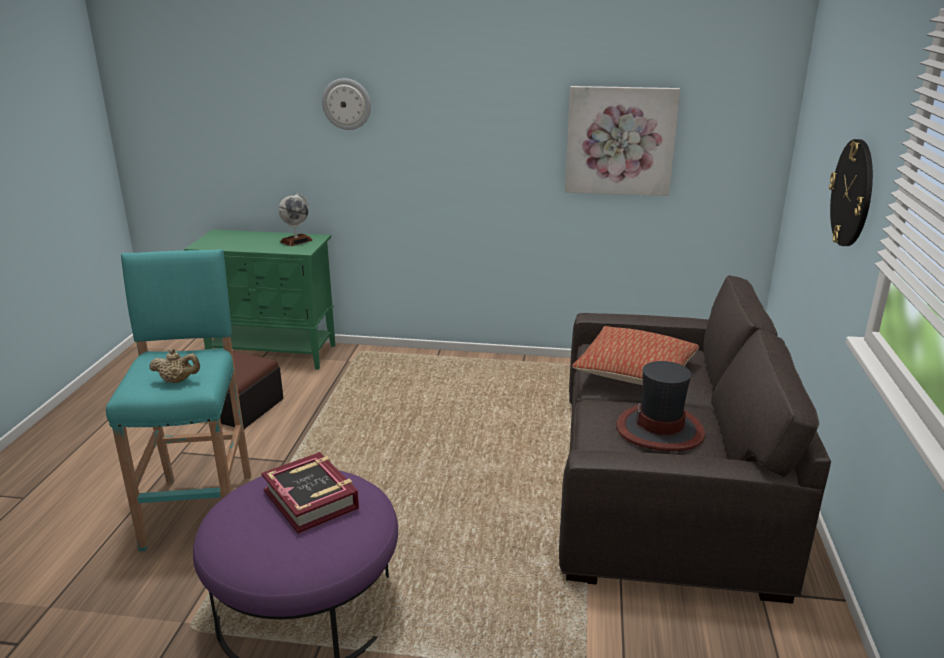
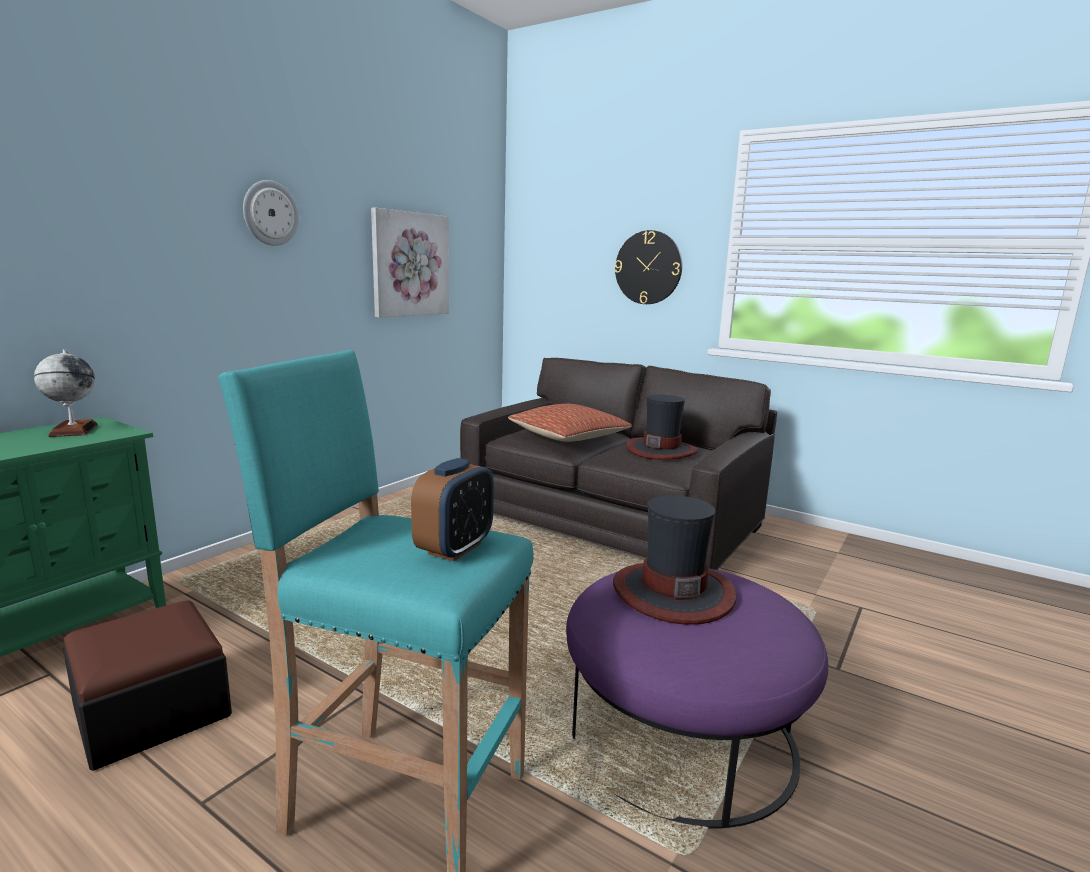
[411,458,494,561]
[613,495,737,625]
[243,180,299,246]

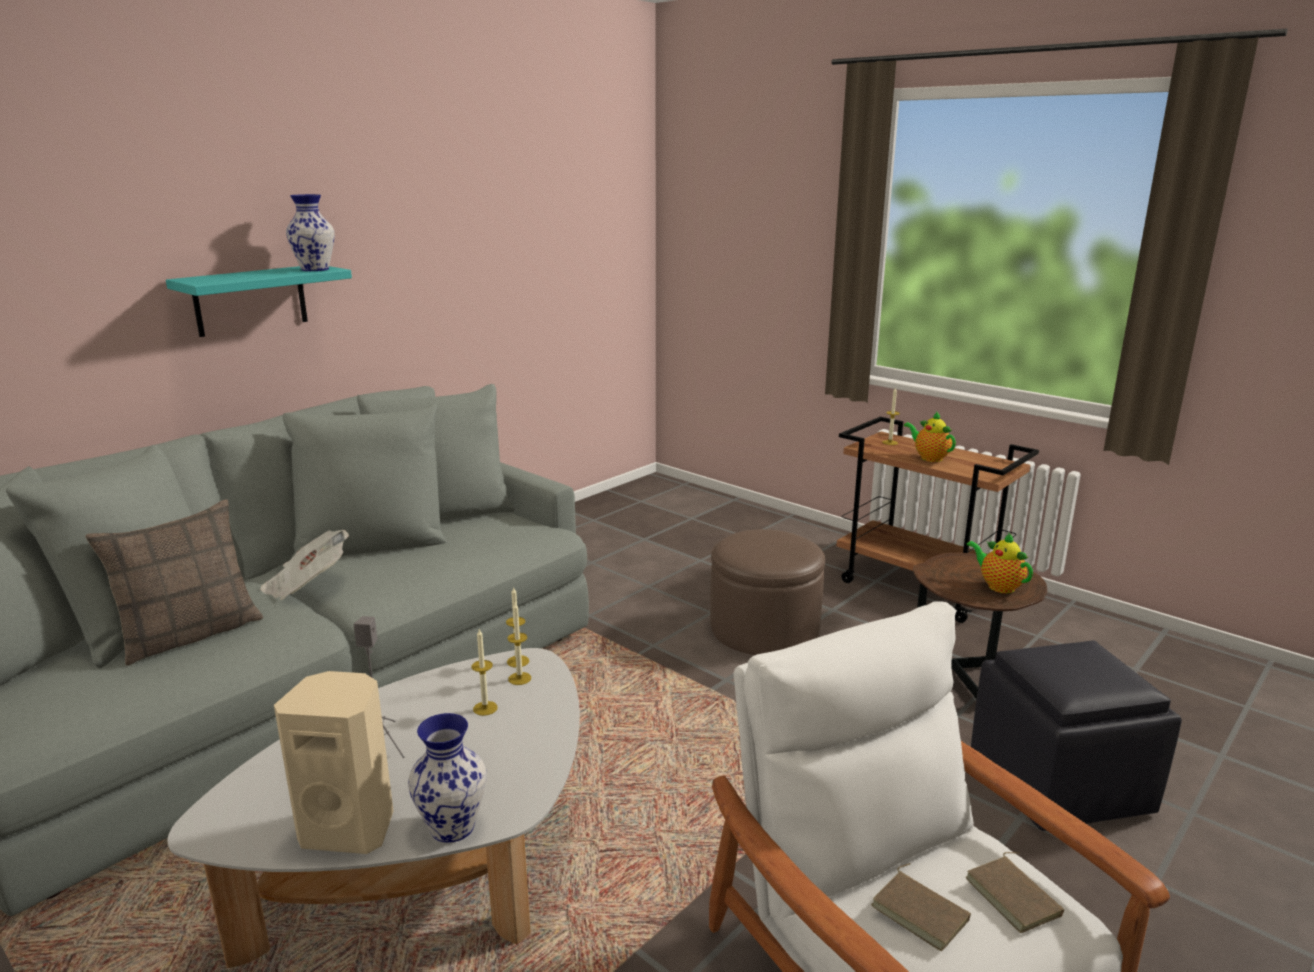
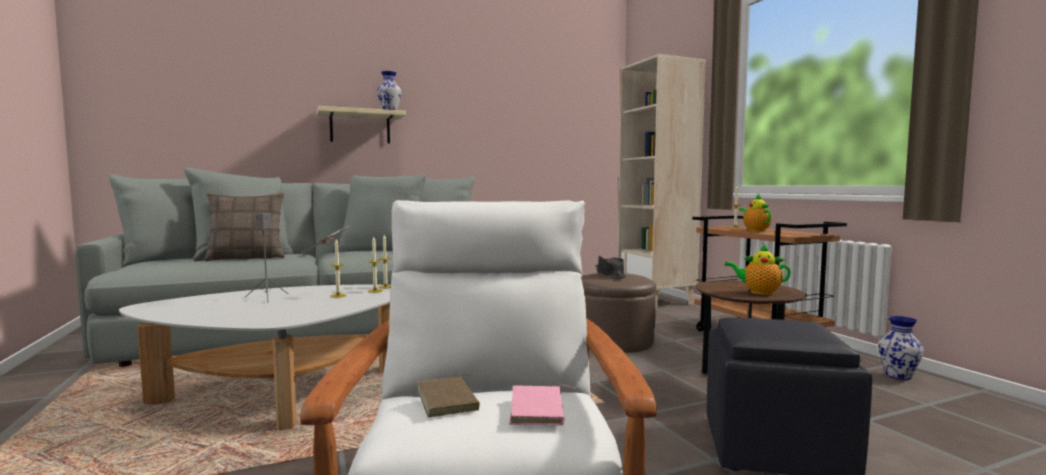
[317,106,406,143]
[274,671,394,854] (first image)
[878,316,924,380]
[509,385,576,426]
[725,244,791,295]
[596,256,626,279]
[618,54,706,308]

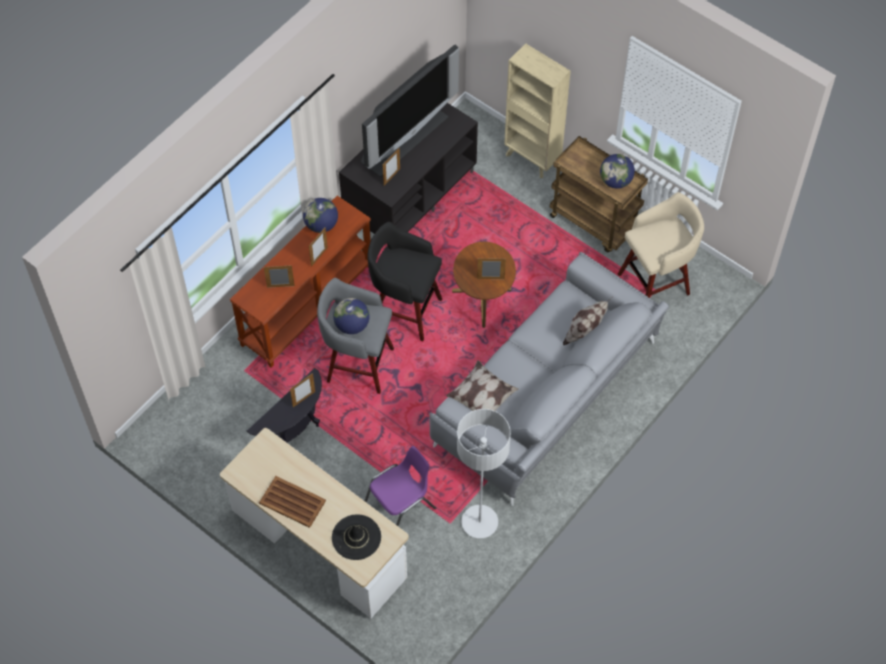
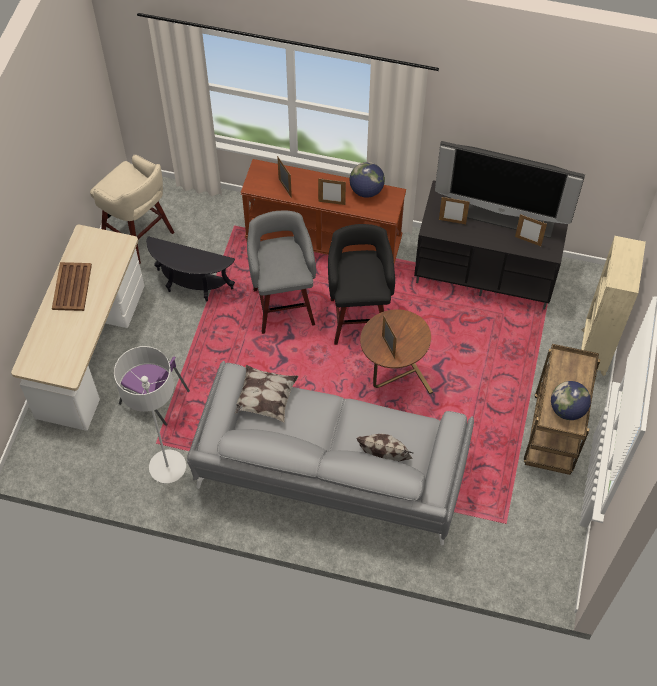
[515,214,547,246]
[332,514,381,560] (first image)
[333,298,370,334] (first image)
[90,155,174,264]

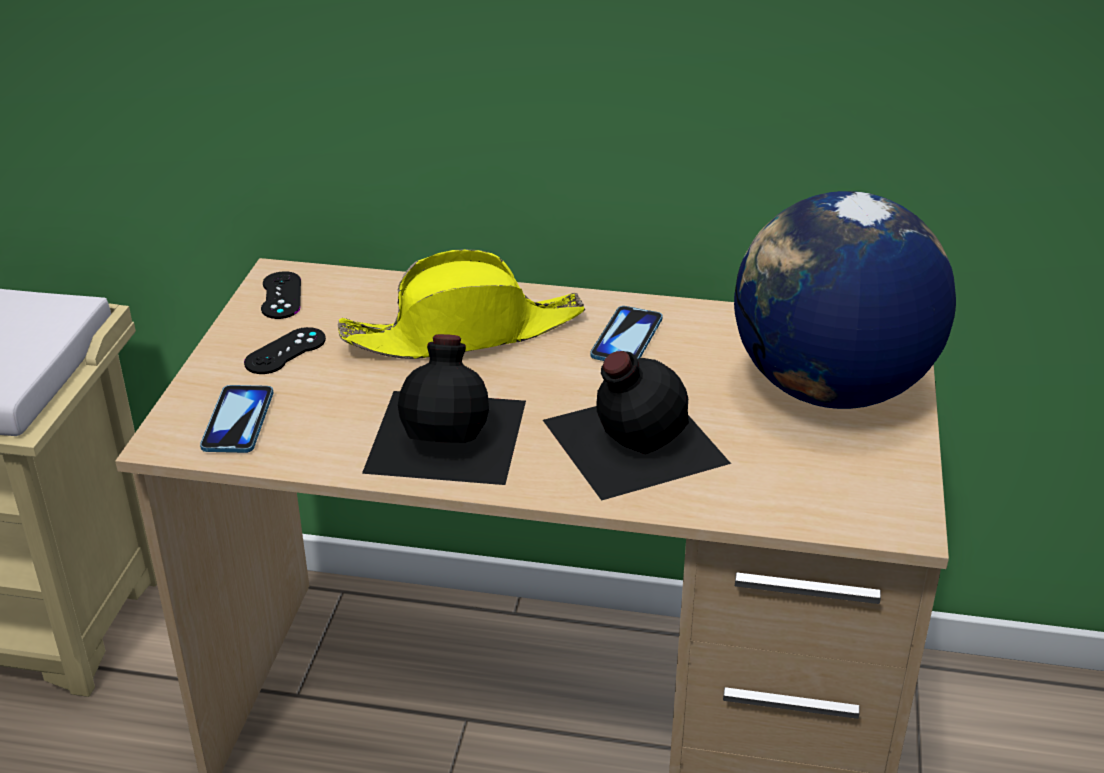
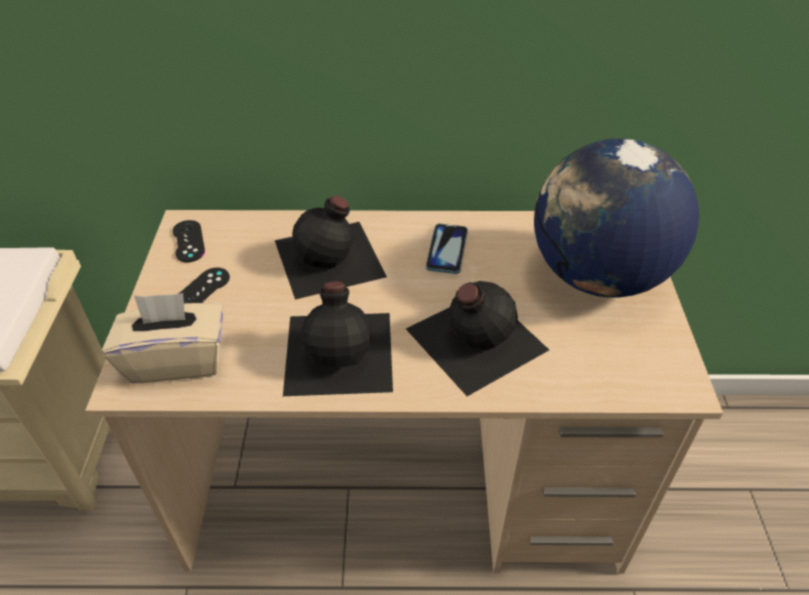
[102,293,224,383]
[275,196,387,300]

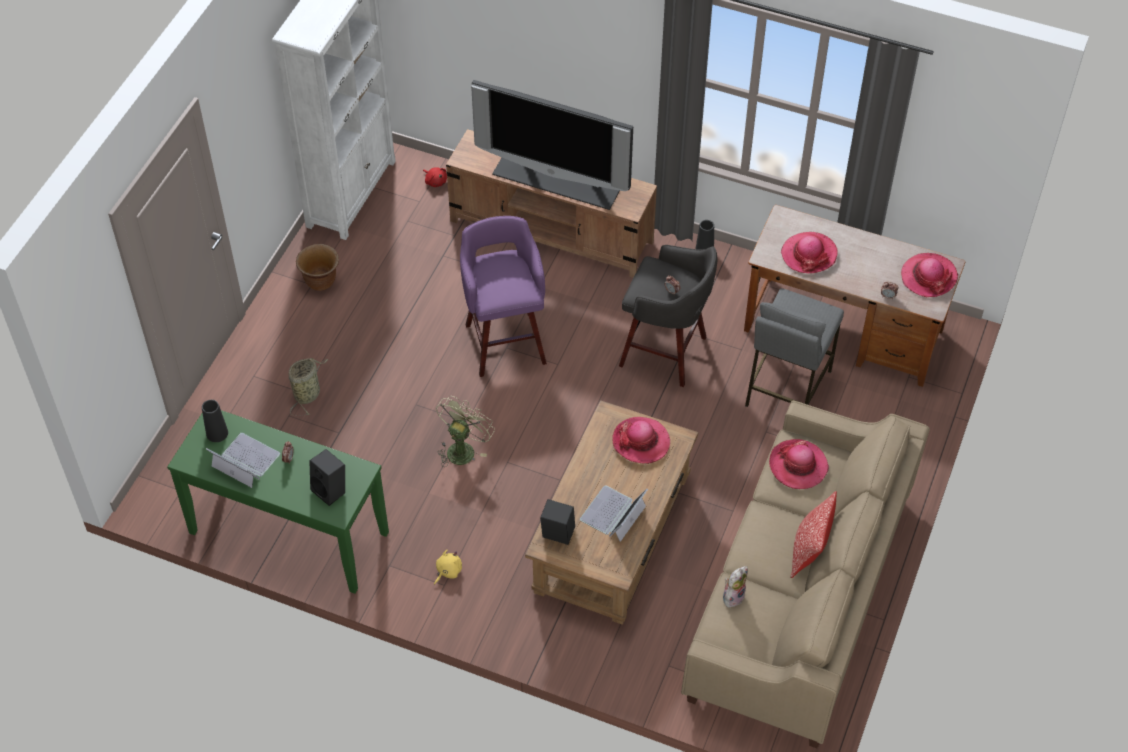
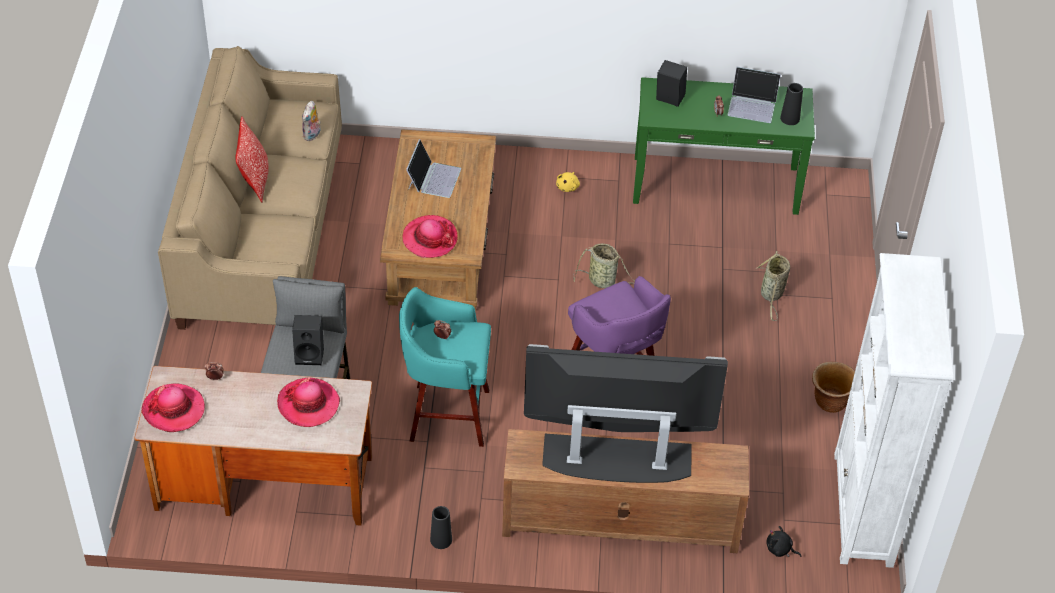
[766,526,801,557]
[573,243,635,288]
[292,315,324,365]
[399,287,491,447]
[769,439,829,489] (first image)

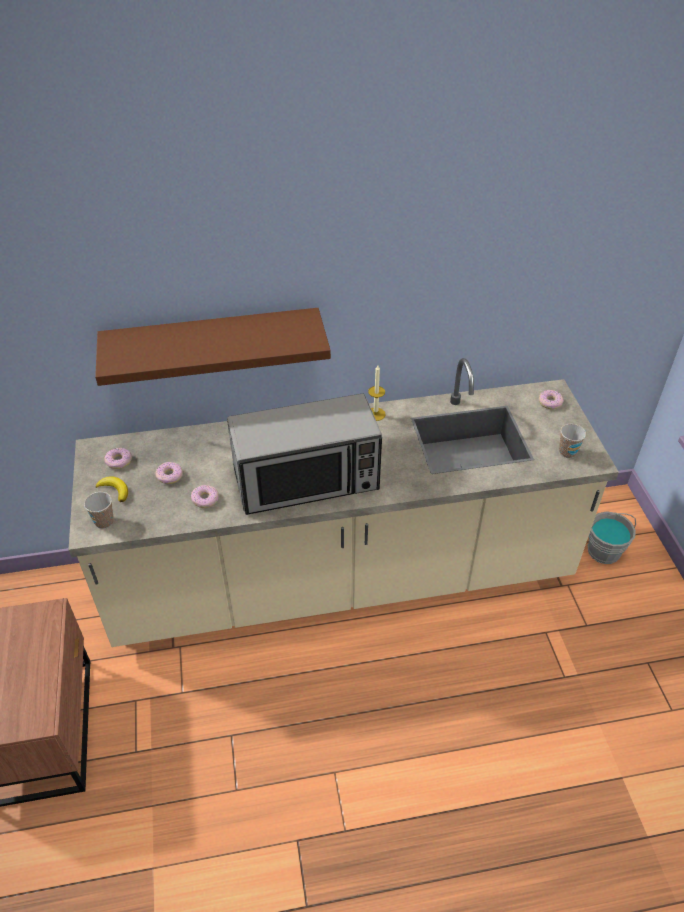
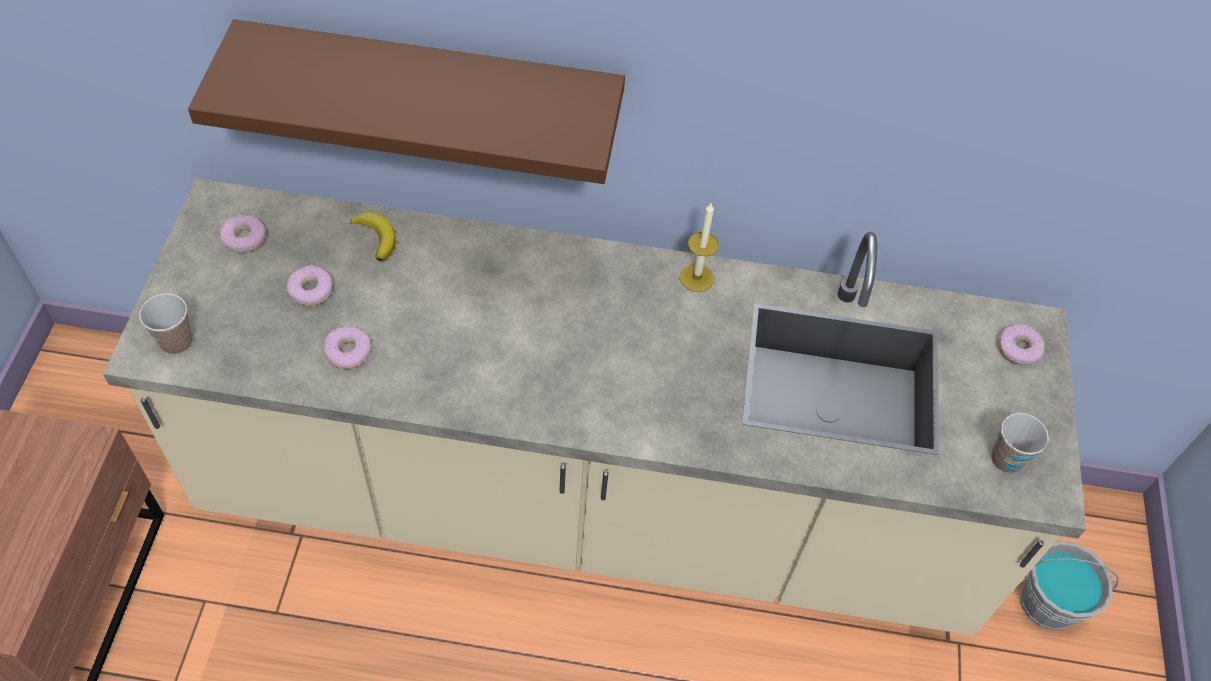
[350,211,396,261]
[227,393,382,515] (first image)

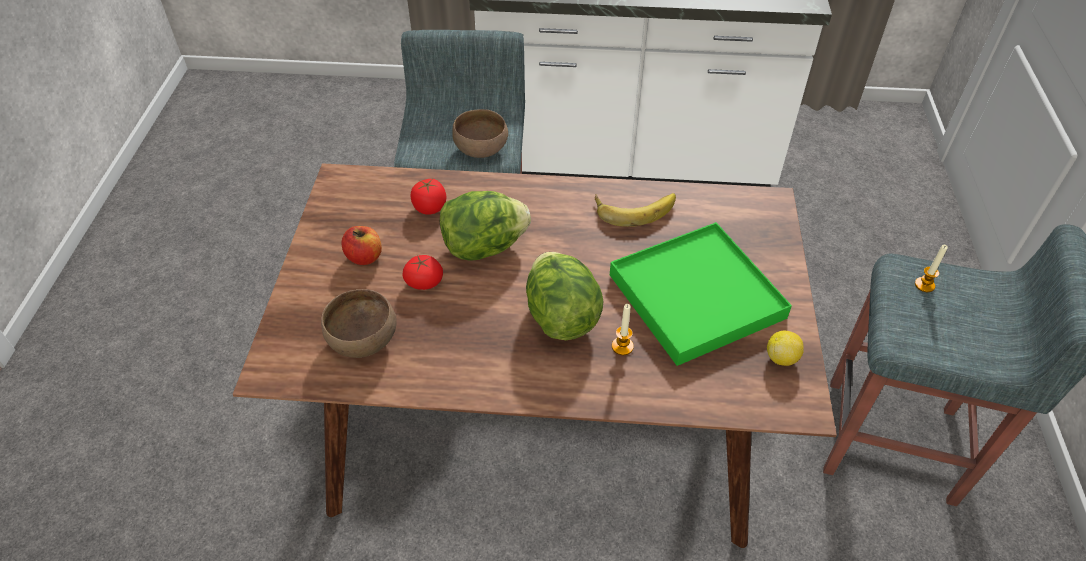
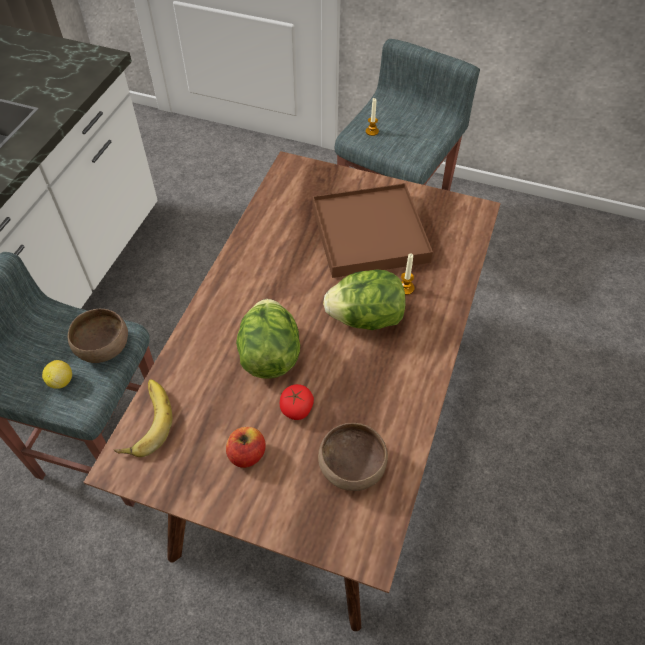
[411,179,446,215] (first image)
[114,379,172,457]
[312,183,433,278]
[42,360,72,389]

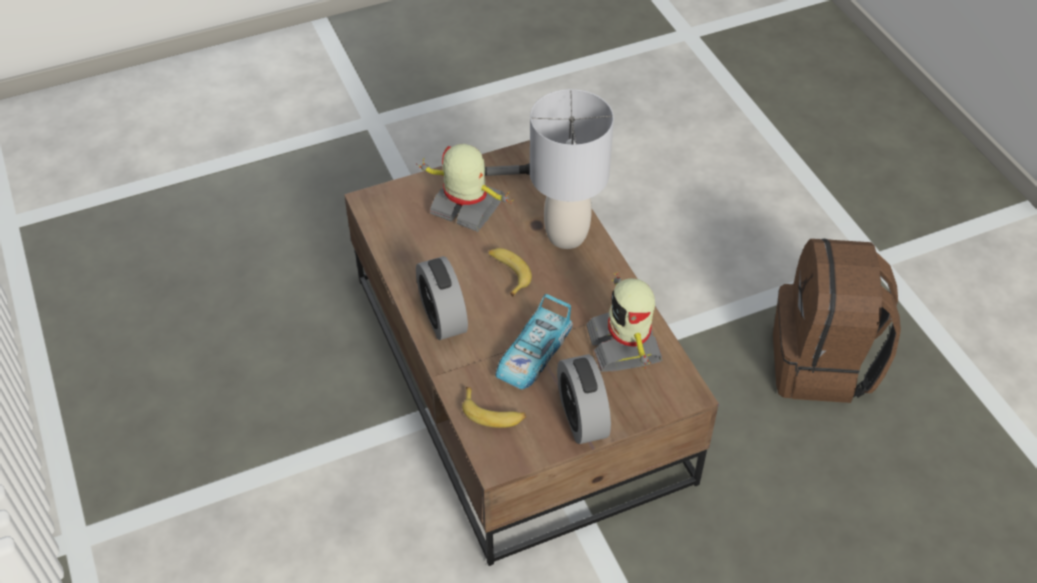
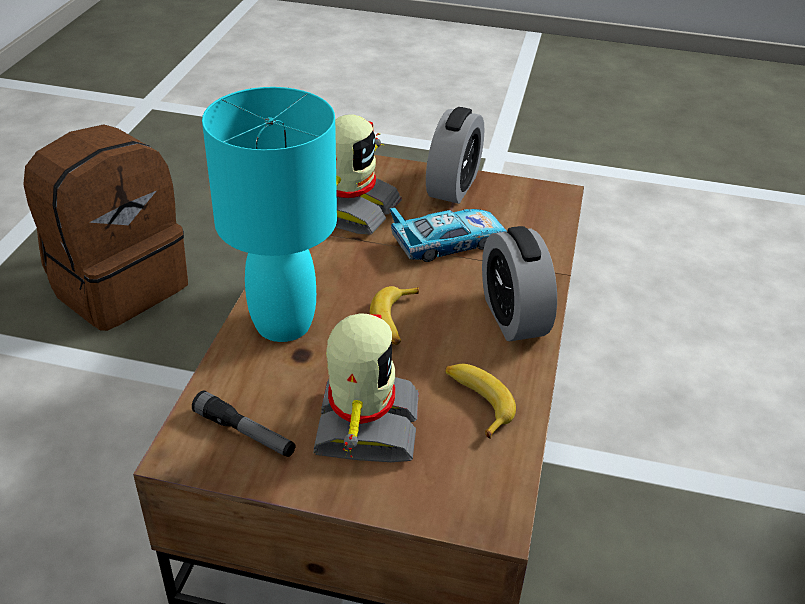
[313,313,419,462]
[482,226,557,341]
[445,364,516,439]
[202,87,337,342]

